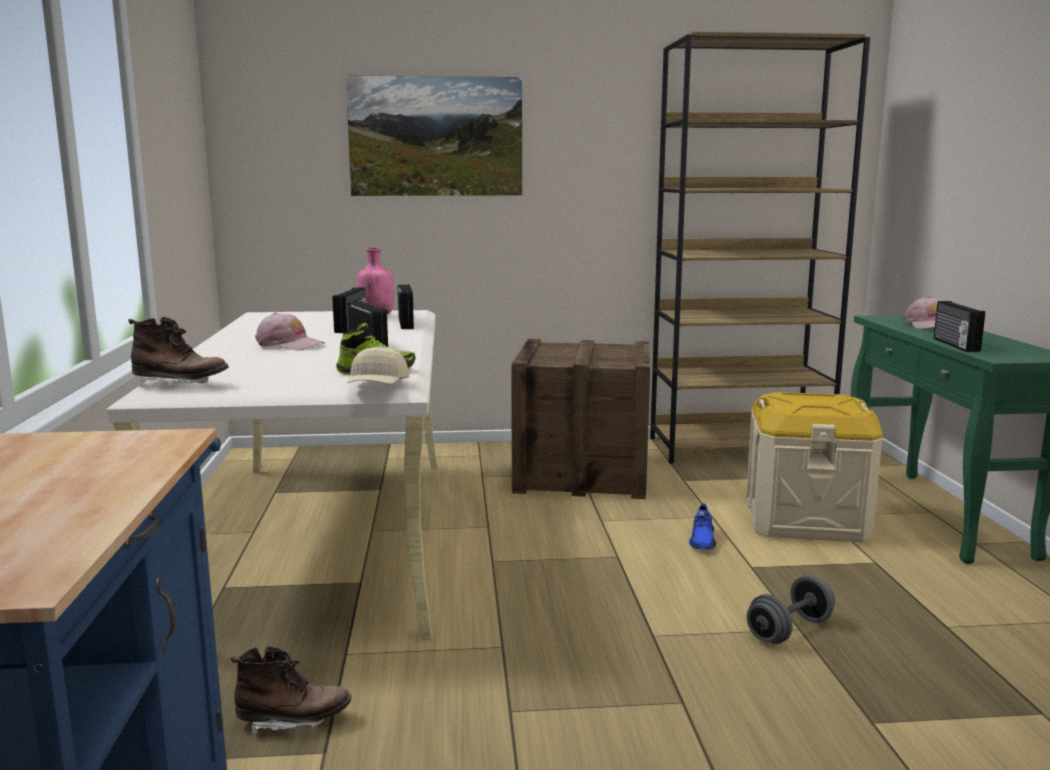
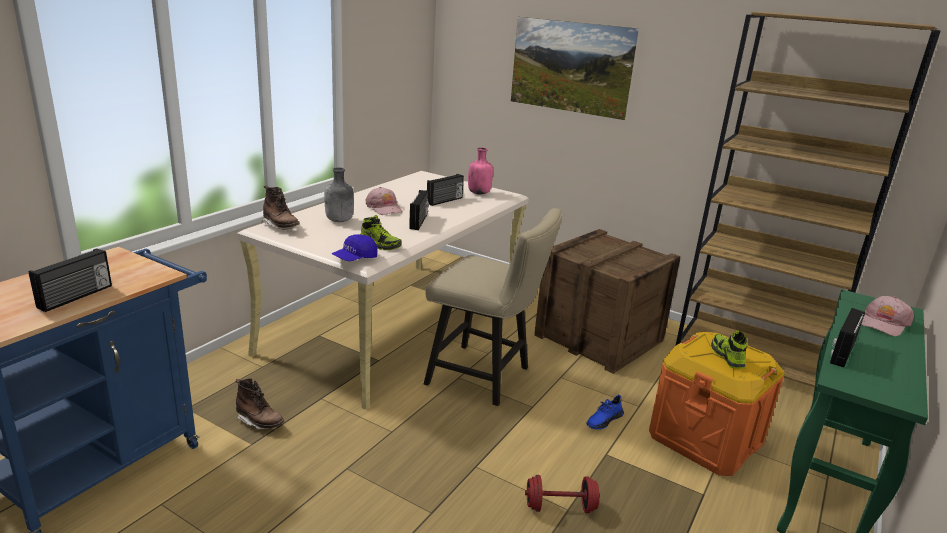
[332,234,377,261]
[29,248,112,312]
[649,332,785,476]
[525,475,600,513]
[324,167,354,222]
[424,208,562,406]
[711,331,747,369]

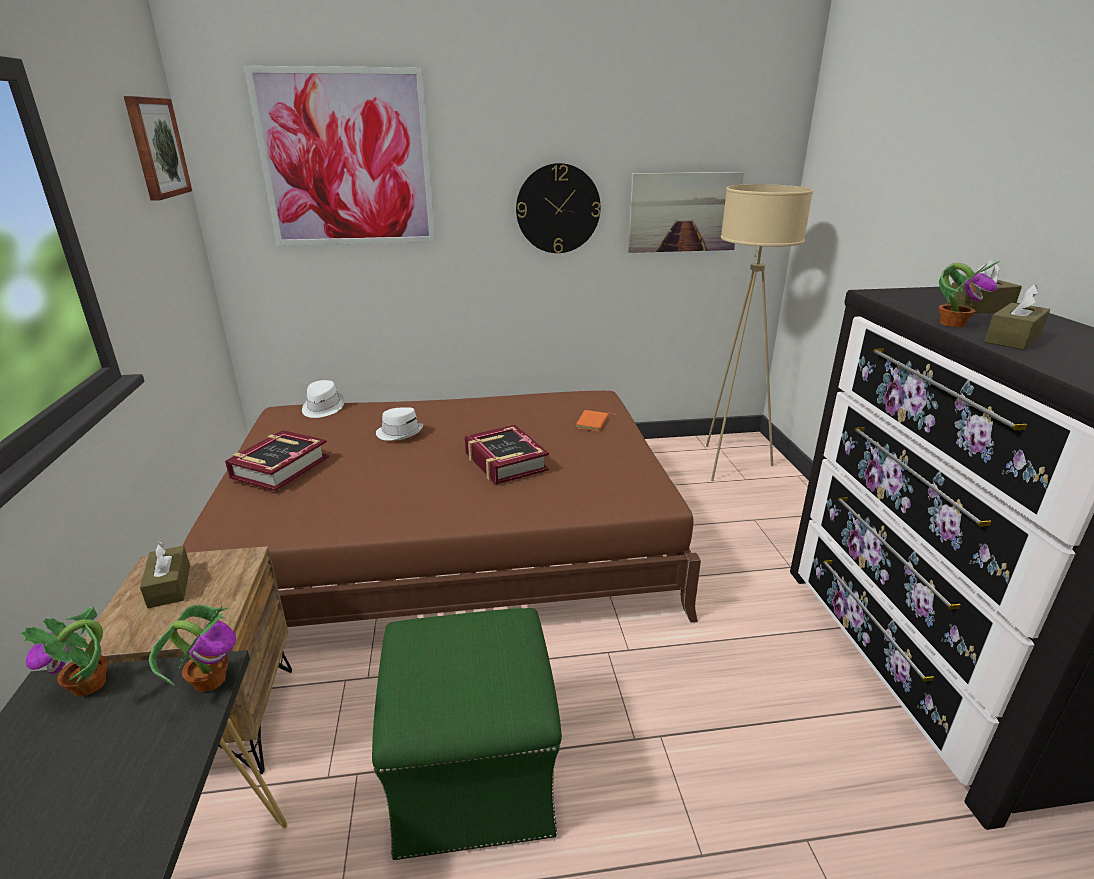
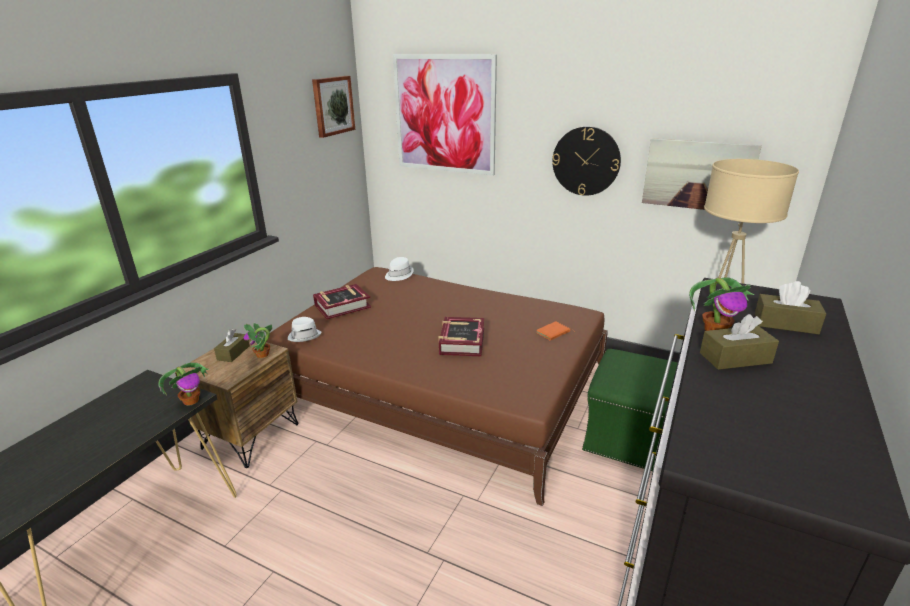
[244,323,272,358]
[582,349,677,471]
[288,317,322,342]

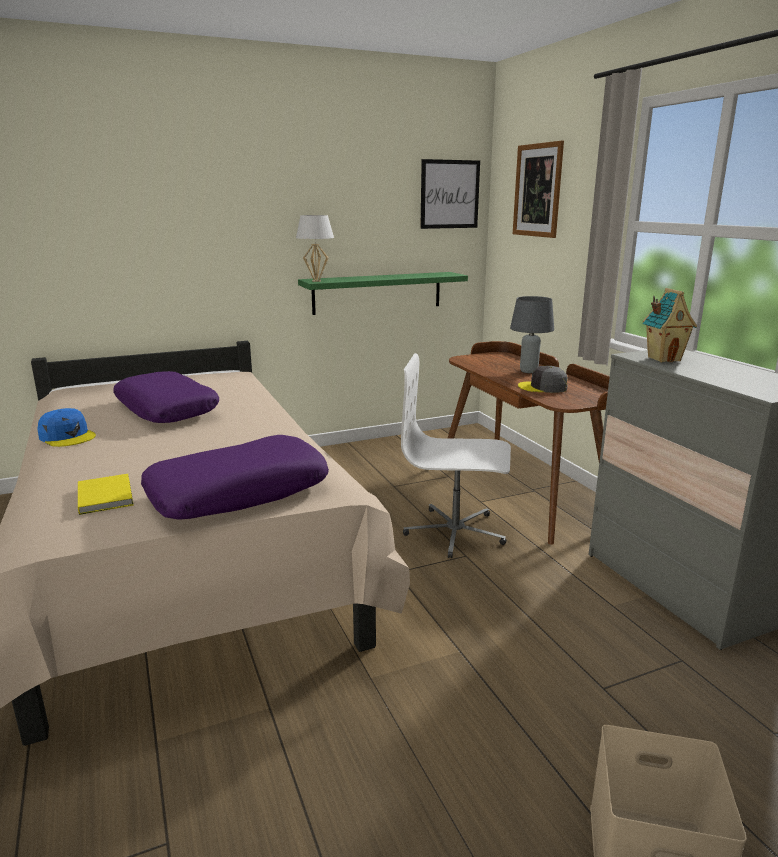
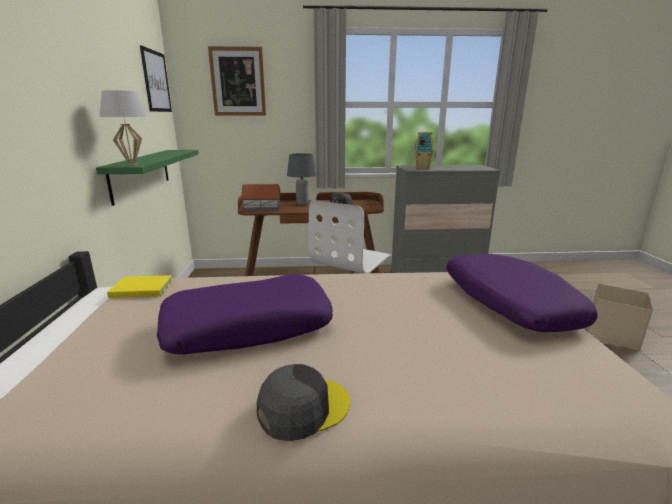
[256,364,350,441]
[107,275,173,298]
[241,184,281,211]

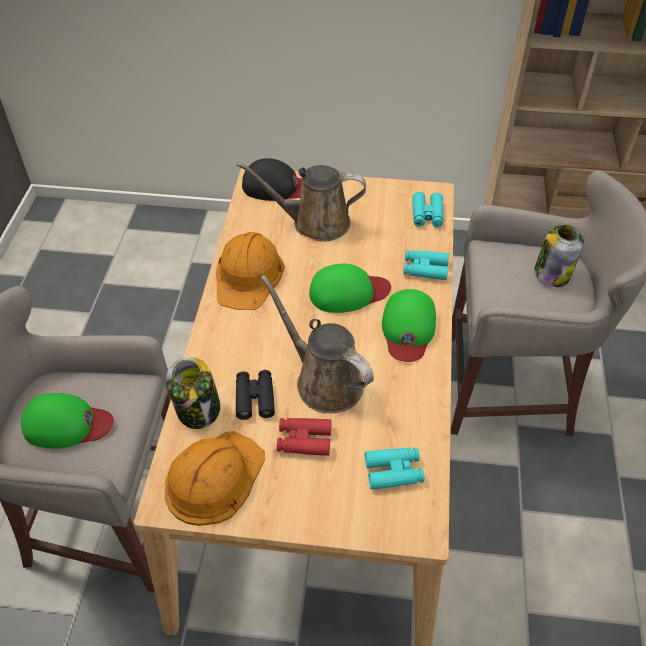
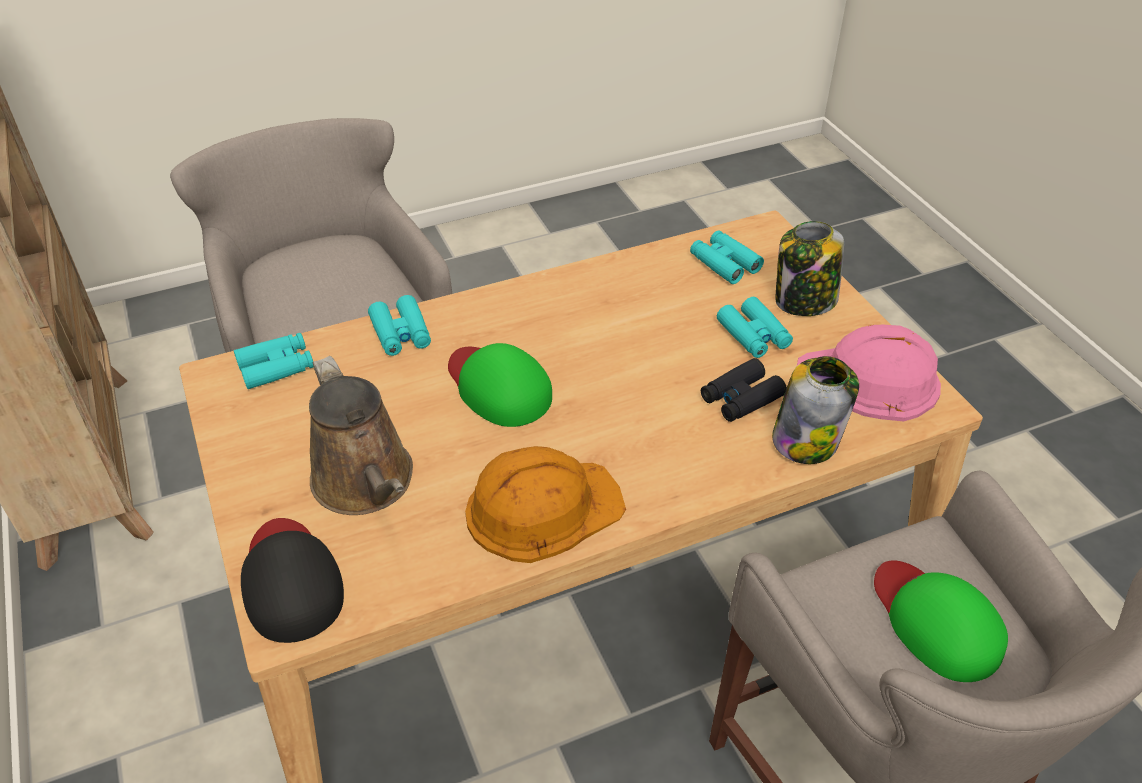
[797,325,941,421]
[261,275,374,413] (first image)
[717,297,793,358]
[382,289,436,362] (first image)
[775,221,844,316]

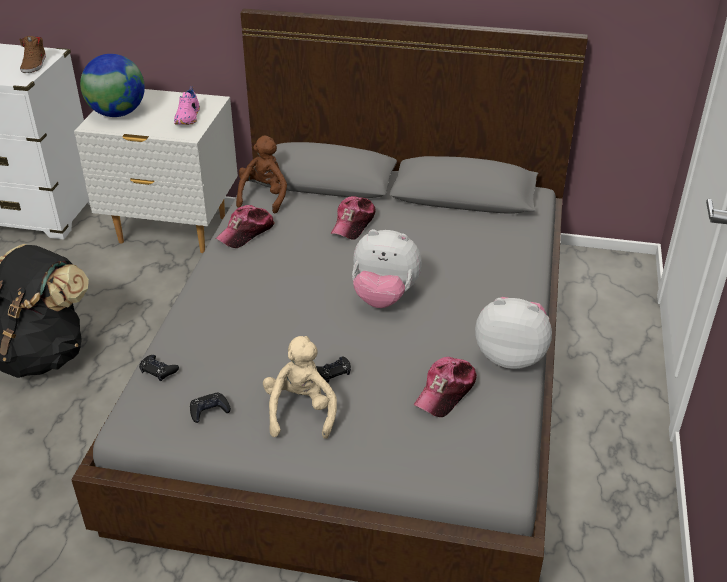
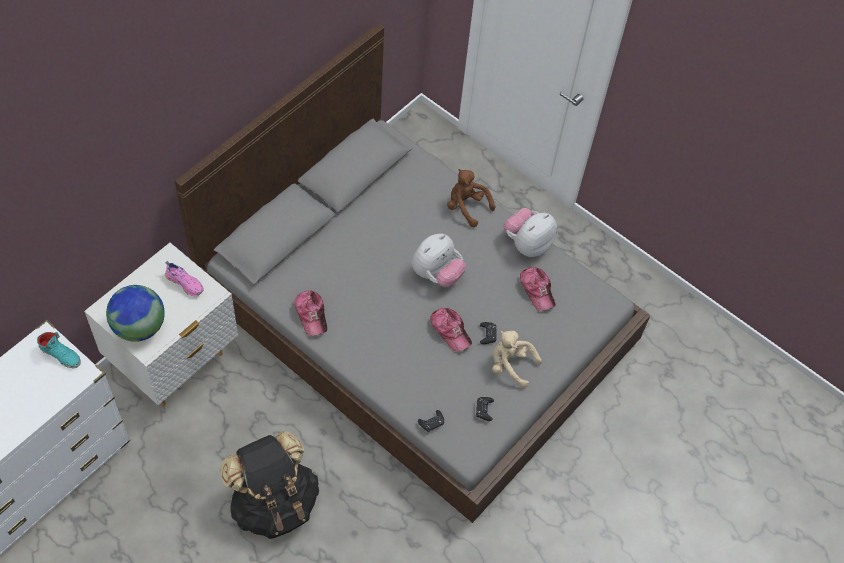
[37,332,81,368]
[447,169,495,227]
[430,308,472,352]

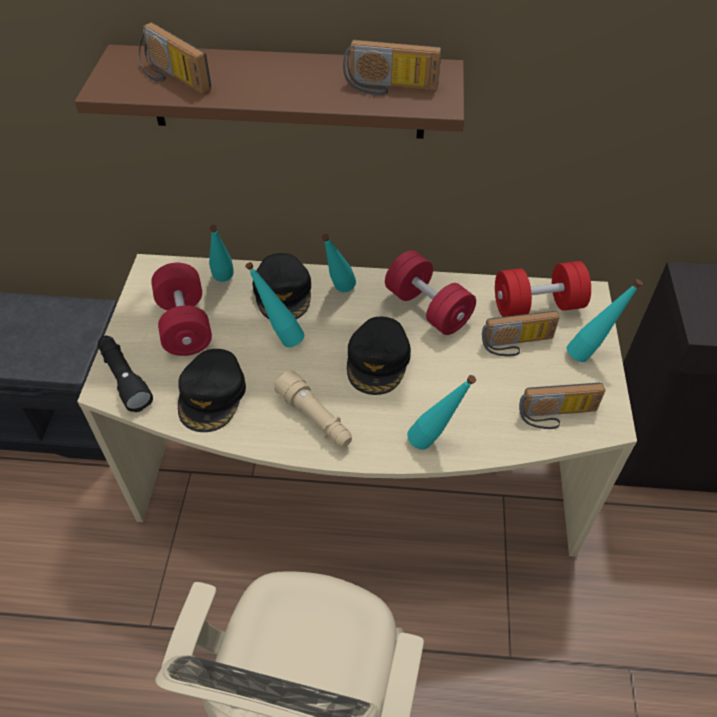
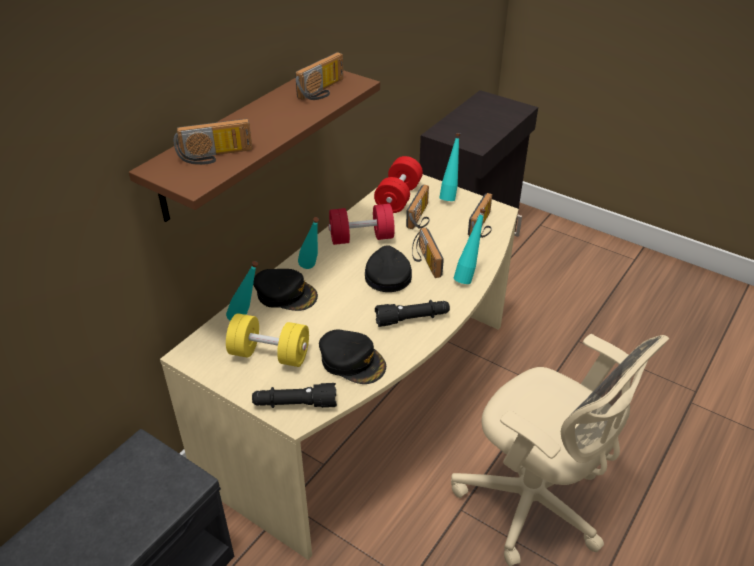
[226,313,309,367]
[245,262,304,347] (first image)
[375,300,450,327]
[365,245,412,292]
[412,228,444,278]

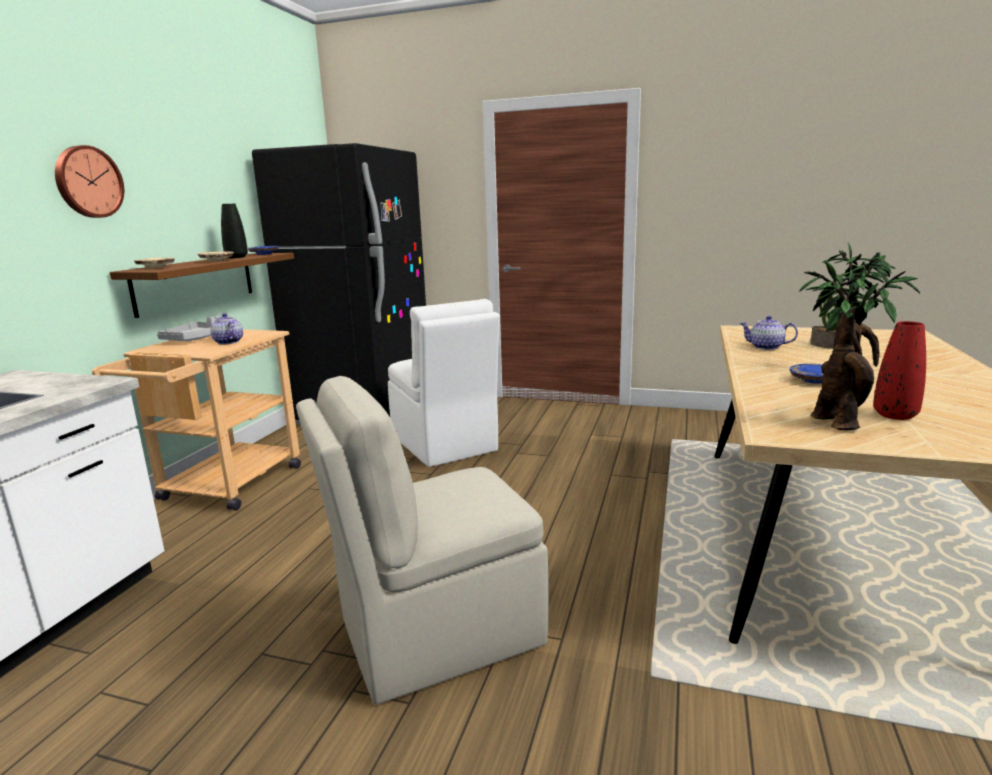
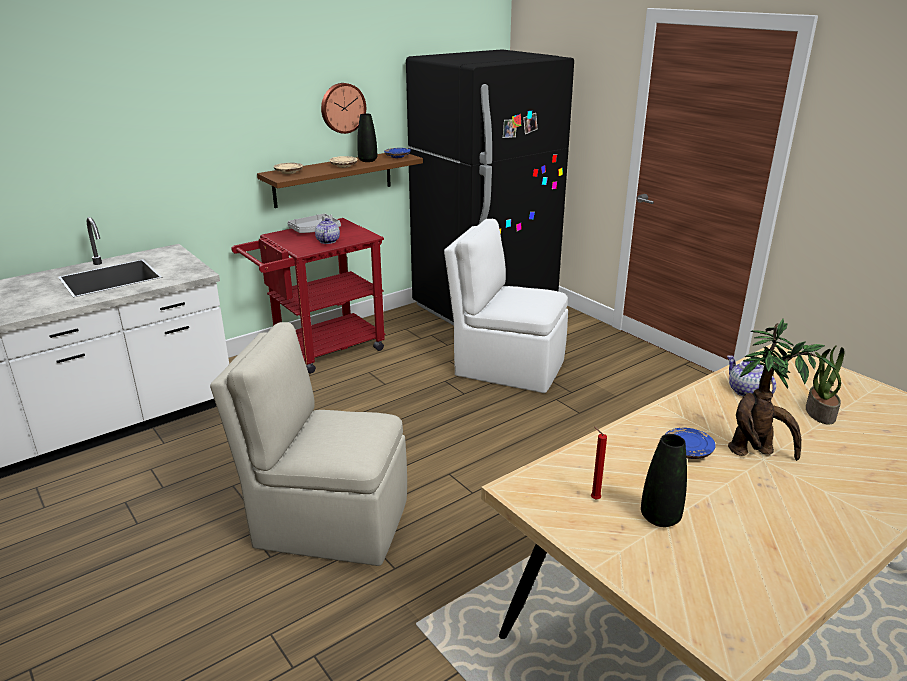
[321,83,366,134]
[231,218,386,374]
[444,219,568,393]
[591,427,607,500]
[641,434,687,527]

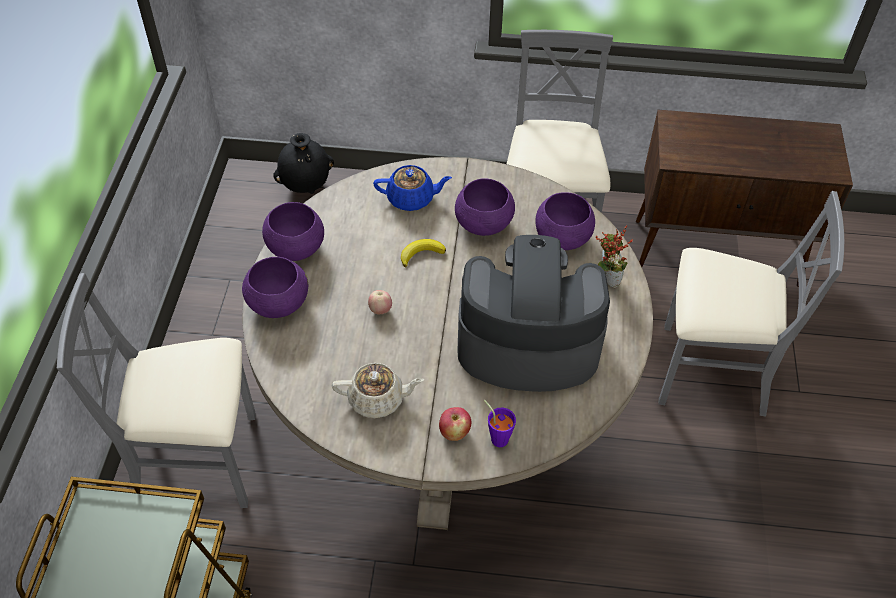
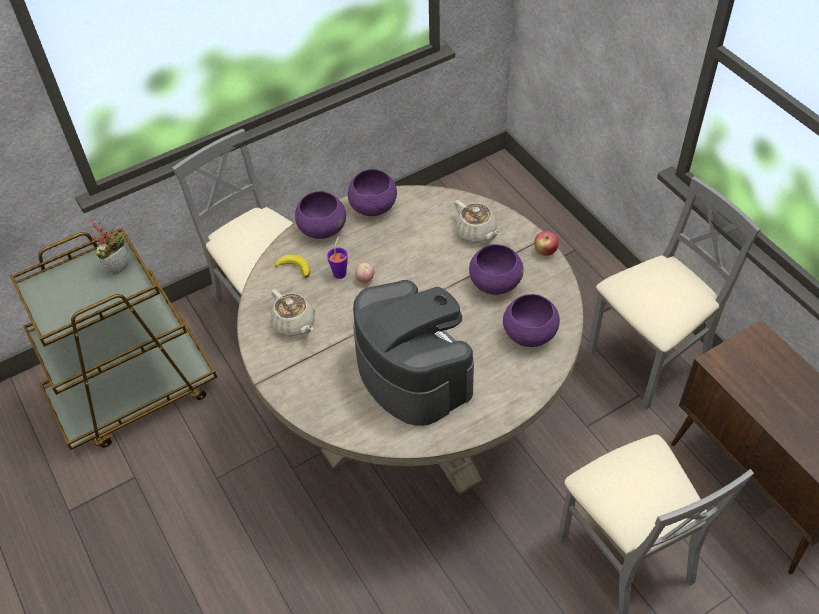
[274,133,334,194] (first image)
[454,200,501,243]
[275,254,310,278]
[534,231,558,256]
[327,236,348,279]
[92,220,128,274]

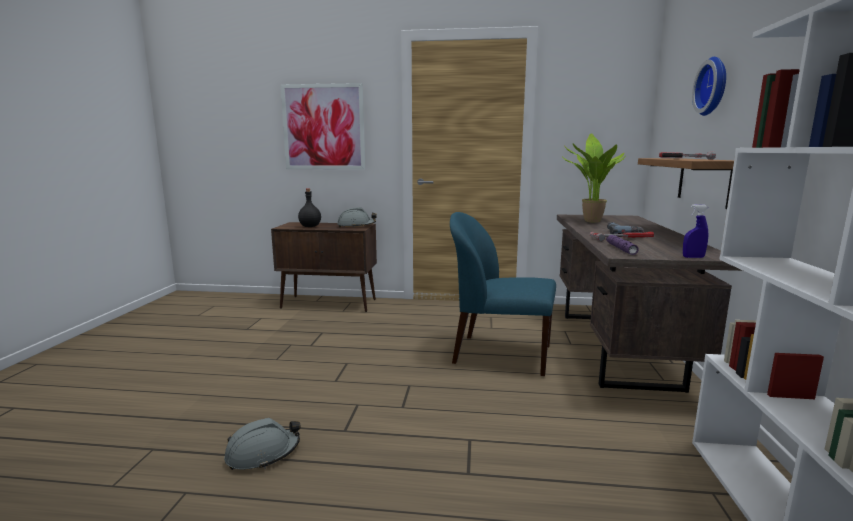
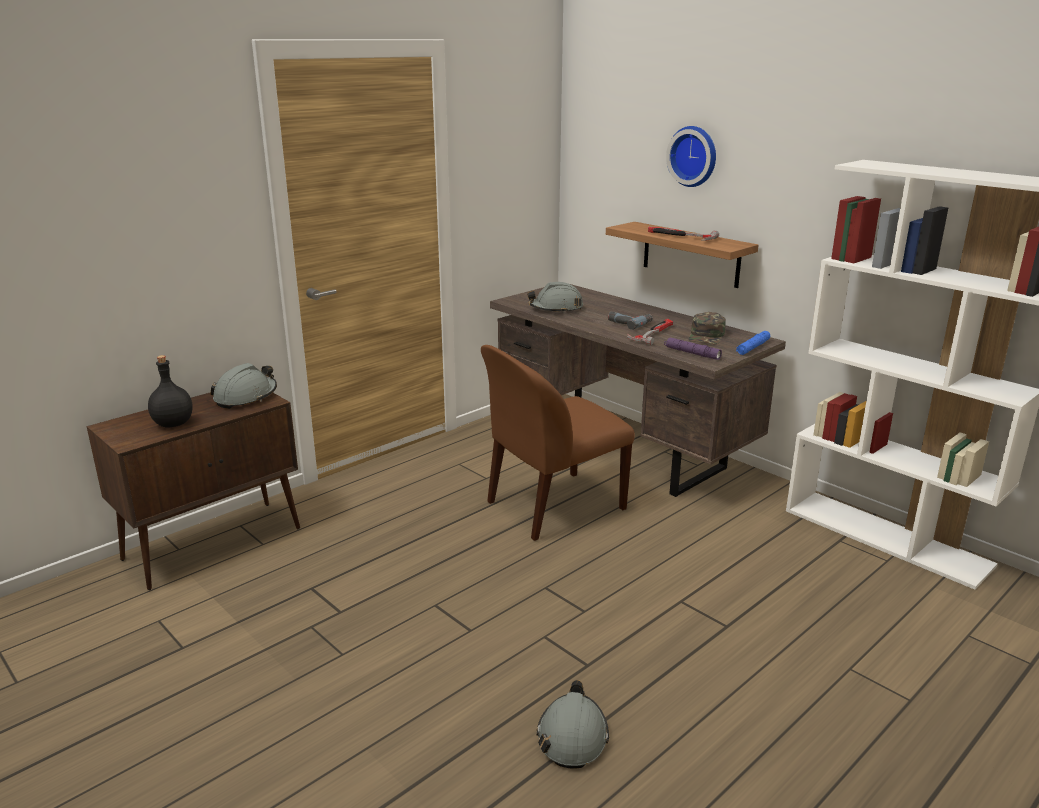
[281,83,365,170] (first image)
[481,345,635,541]
[527,282,583,313]
[736,331,770,355]
[688,312,726,344]

